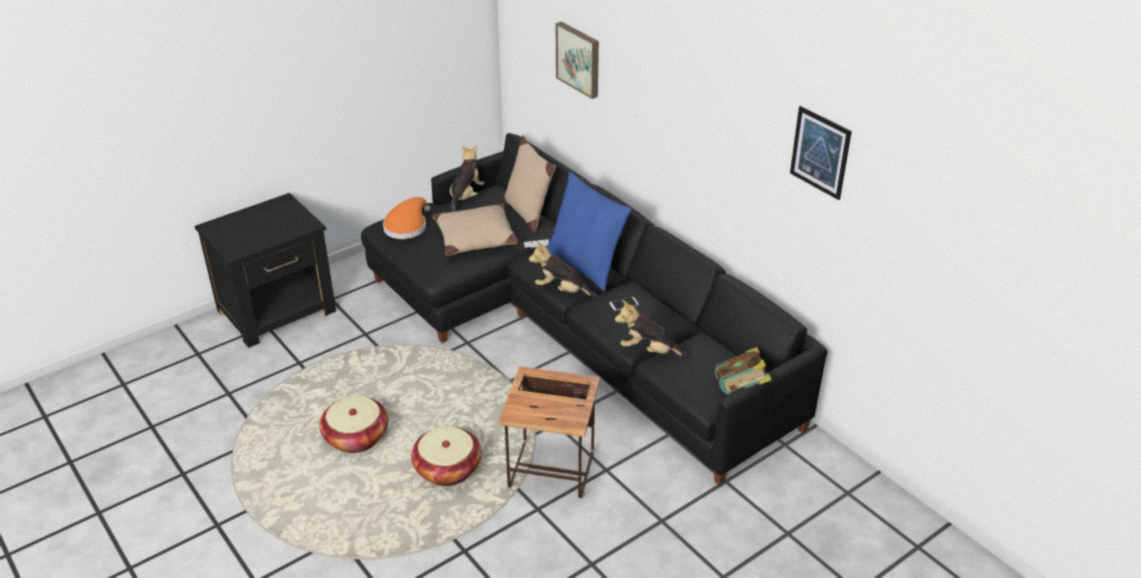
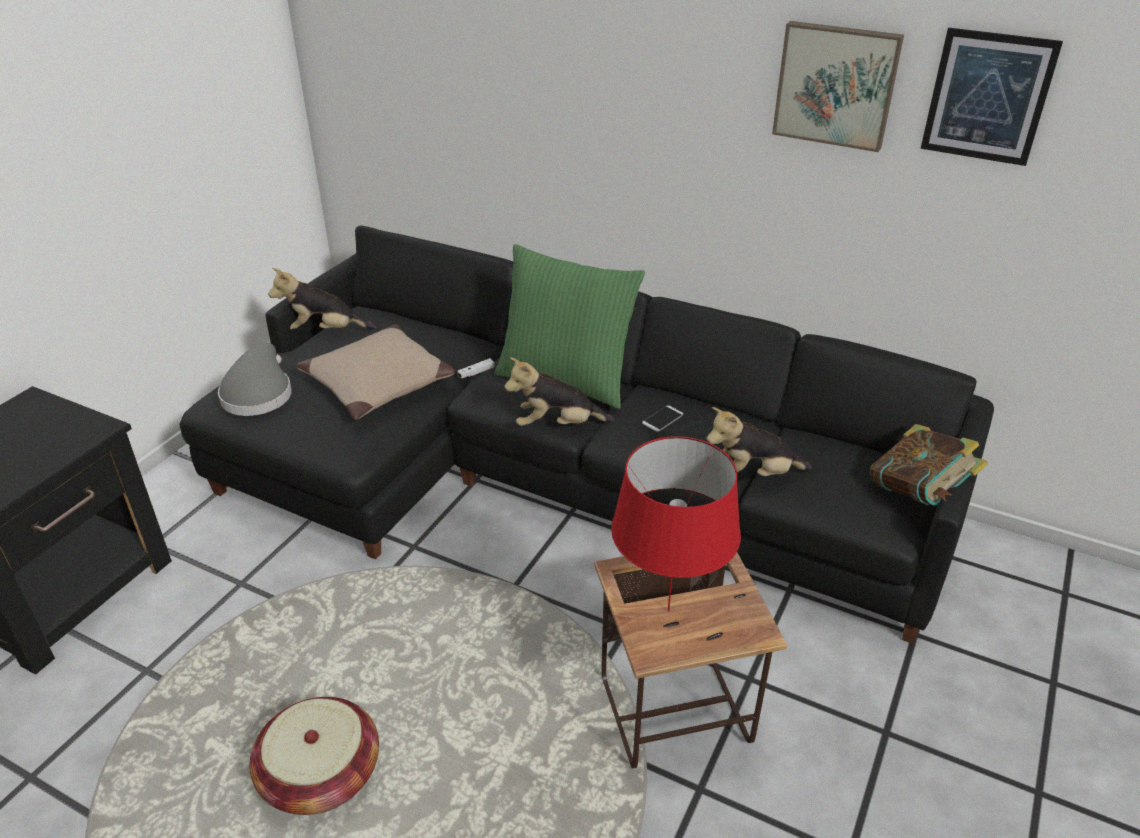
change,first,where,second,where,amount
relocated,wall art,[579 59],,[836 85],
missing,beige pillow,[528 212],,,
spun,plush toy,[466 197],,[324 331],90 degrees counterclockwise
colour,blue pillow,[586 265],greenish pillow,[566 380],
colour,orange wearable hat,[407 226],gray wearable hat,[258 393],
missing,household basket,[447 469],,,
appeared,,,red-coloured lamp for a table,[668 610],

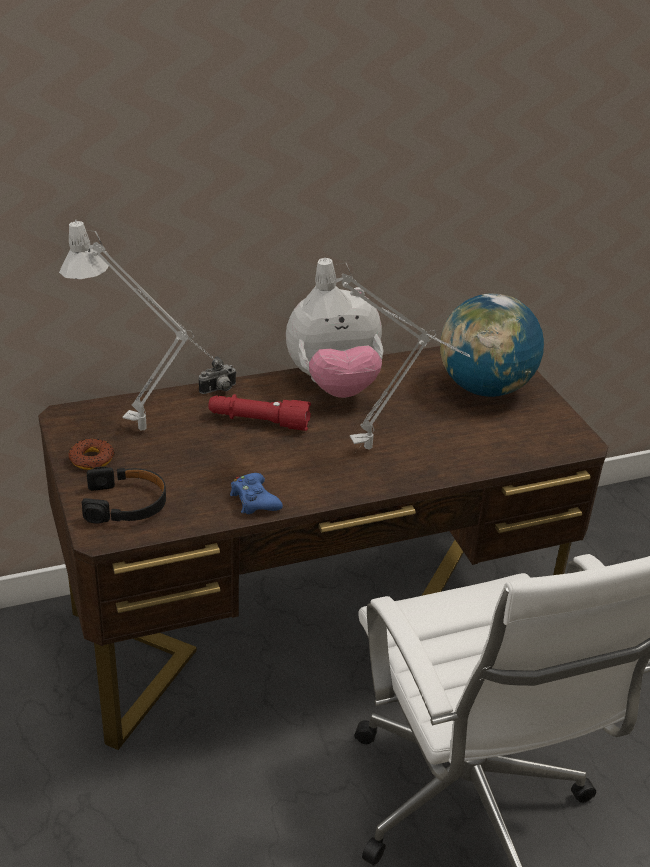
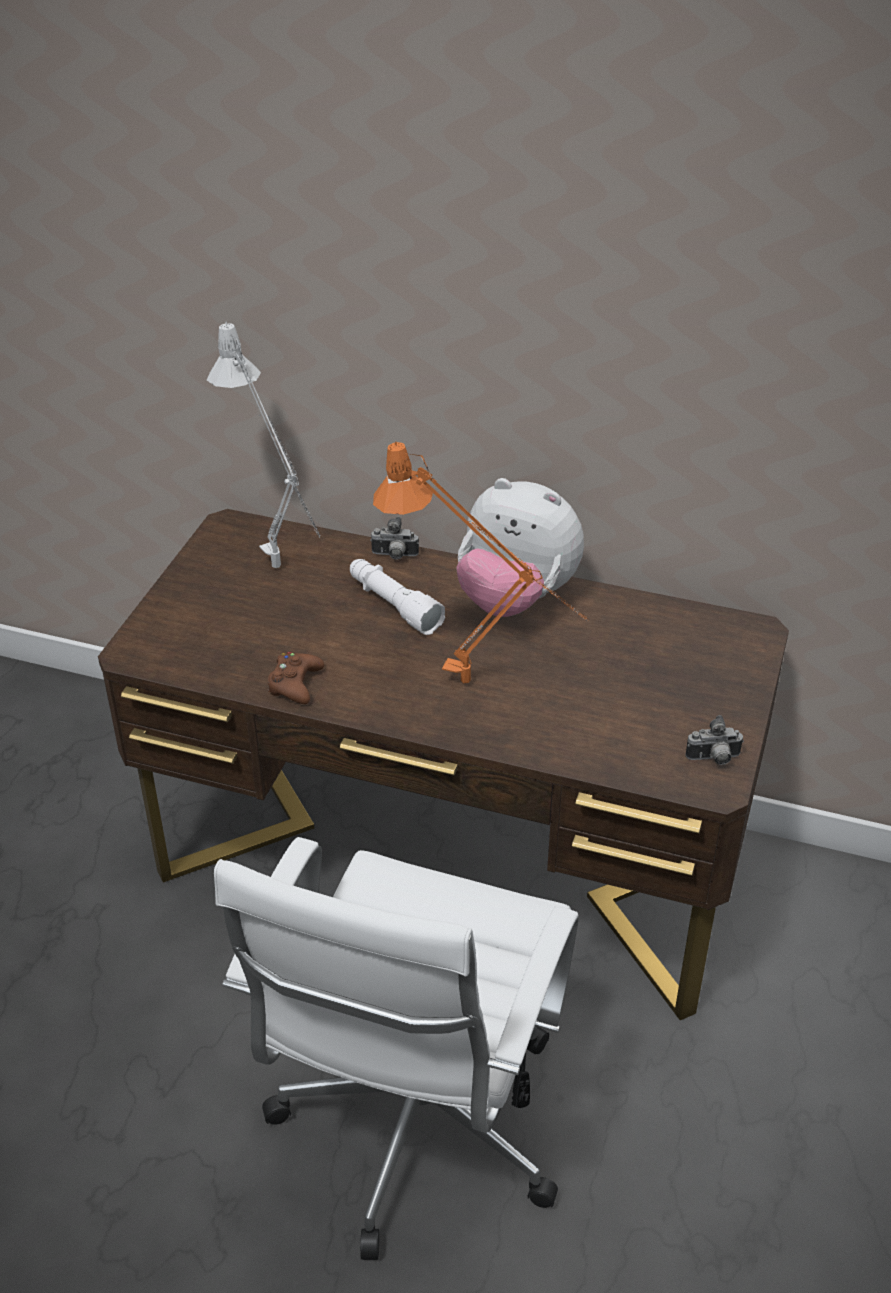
change,first,where,second,where,amount
colour,gray lamp for a table,[378 448],orange lamp for a table,[479 687],
missing,world globe,[484 388],,,
colour,red-coloured flashlight,[258 421],whitish flashlight,[393 605],
missing,ring doughnut,[92 459],,,
missing,blackish headphones,[126 504],,,
colour,blue gamepad,[254 500],brown gamepad,[295 684],
appeared,,,photo camera,[714 759],

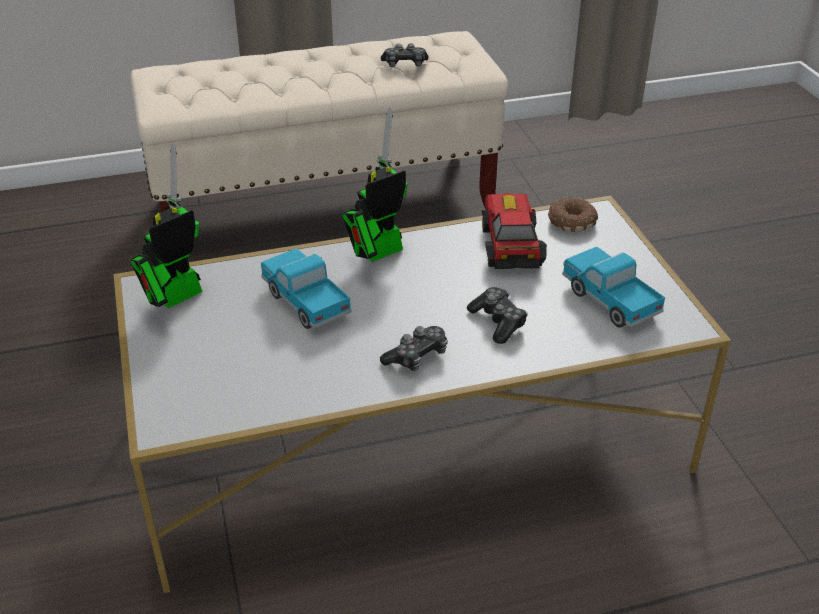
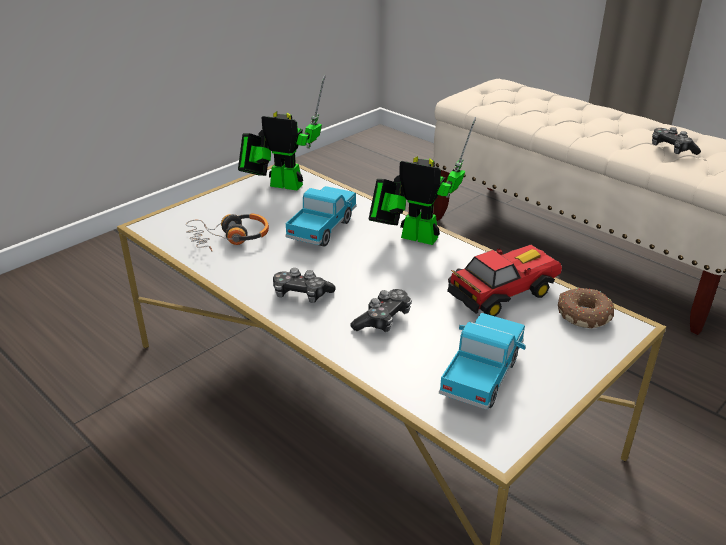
change,first,where,second,where,amount
appeared,,,headphones,[229 239],

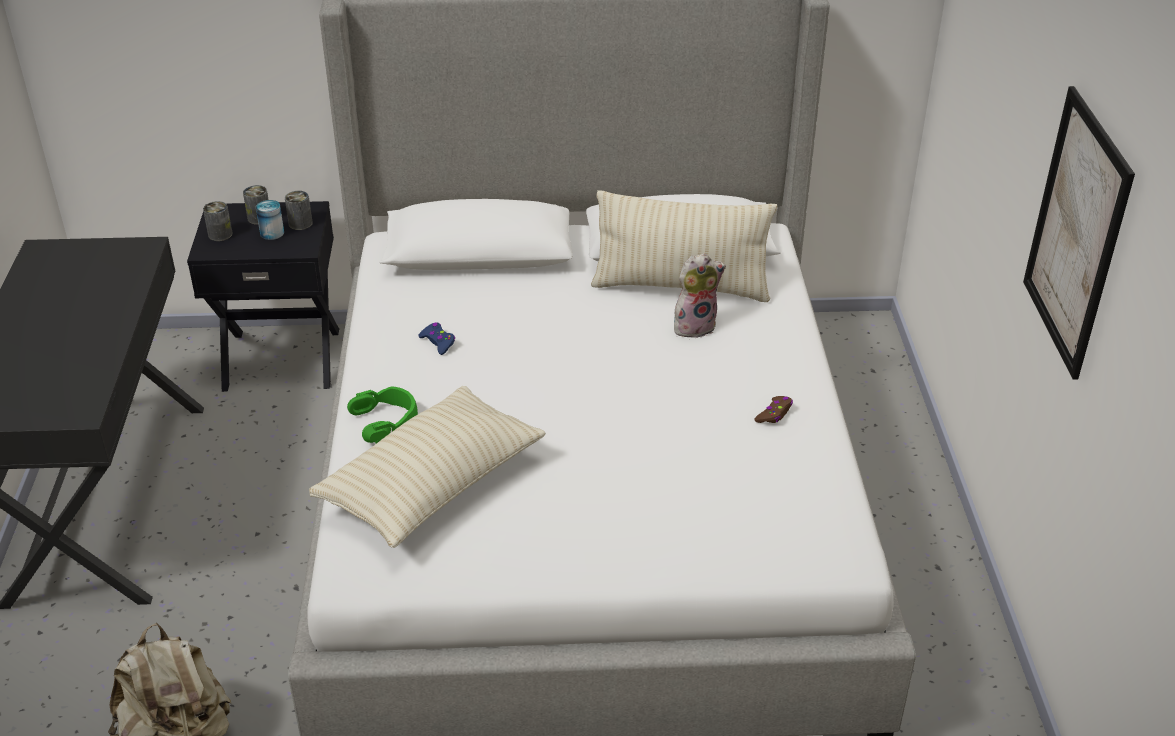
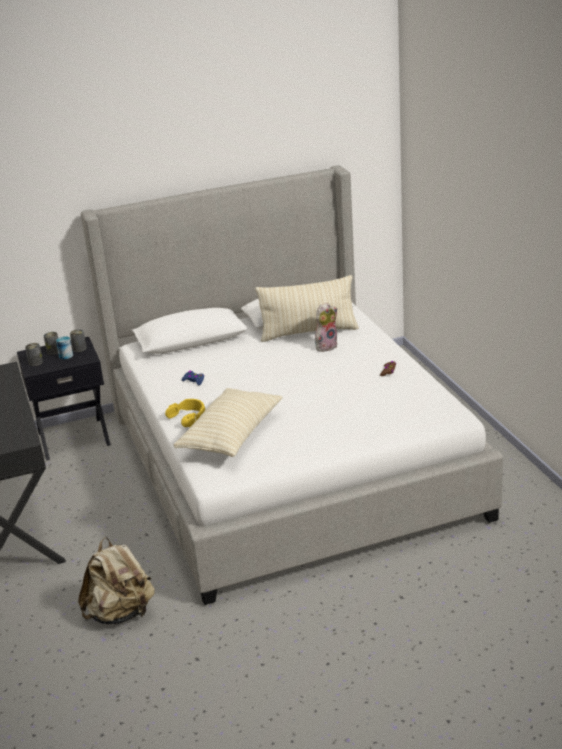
change,first,where,second,where,amount
missing,wall art,[1076 233],,,
colour,greenish headphones,[386 421],yellow headphones,[188 417],

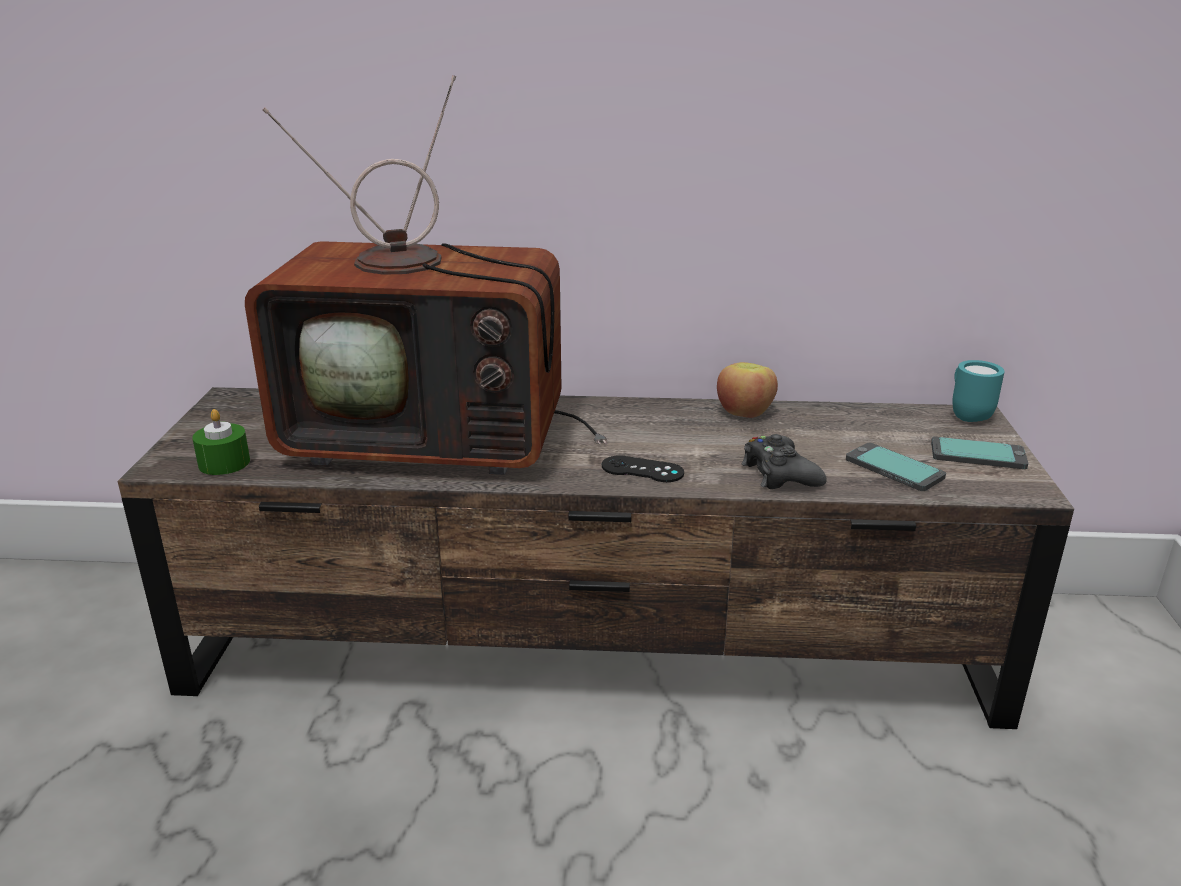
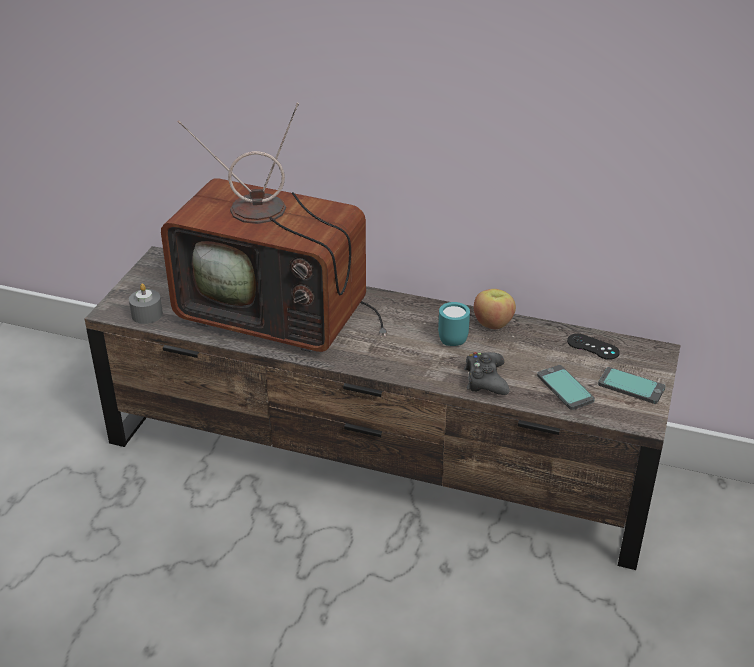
change,first,where,second,where,amount
relocated,blue-green tea mug,[967 415],,[452 339],
colour,greenish candle,[224 463],gray candle,[147 314],
relocated,blackish gamepad,[642 469],,[593 347],

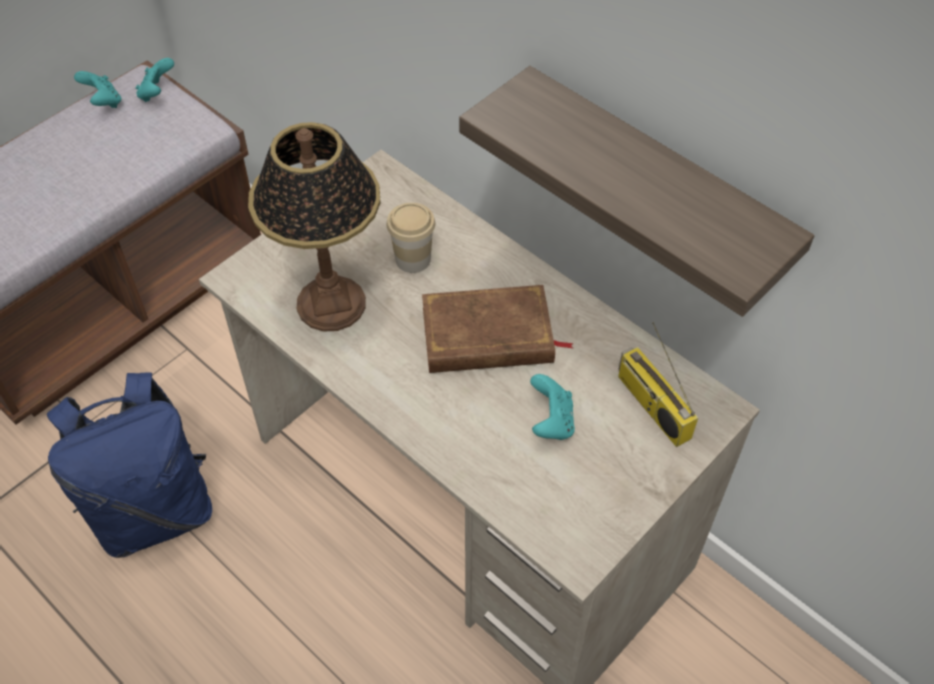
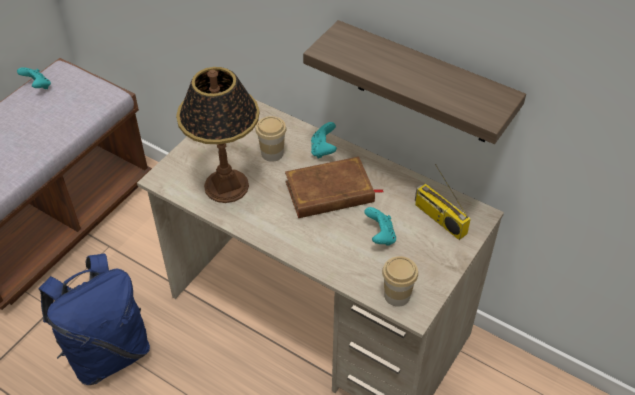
change,first,where,second,where,amount
relocated,blue-green gamepad,[157 93],,[323 150],
appeared,,,cup,[397 295],

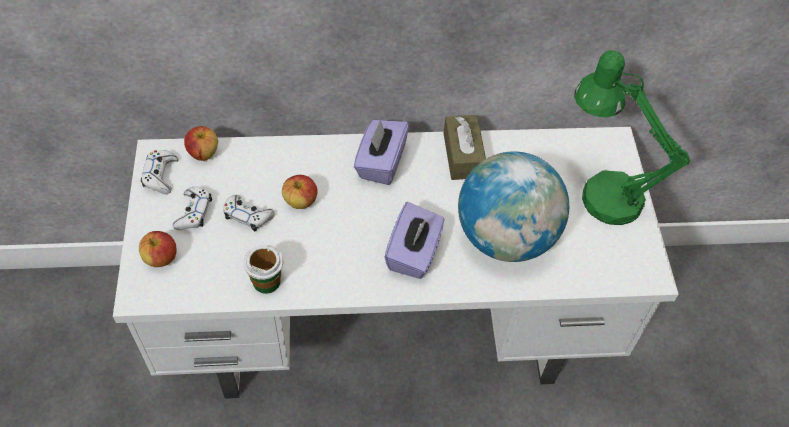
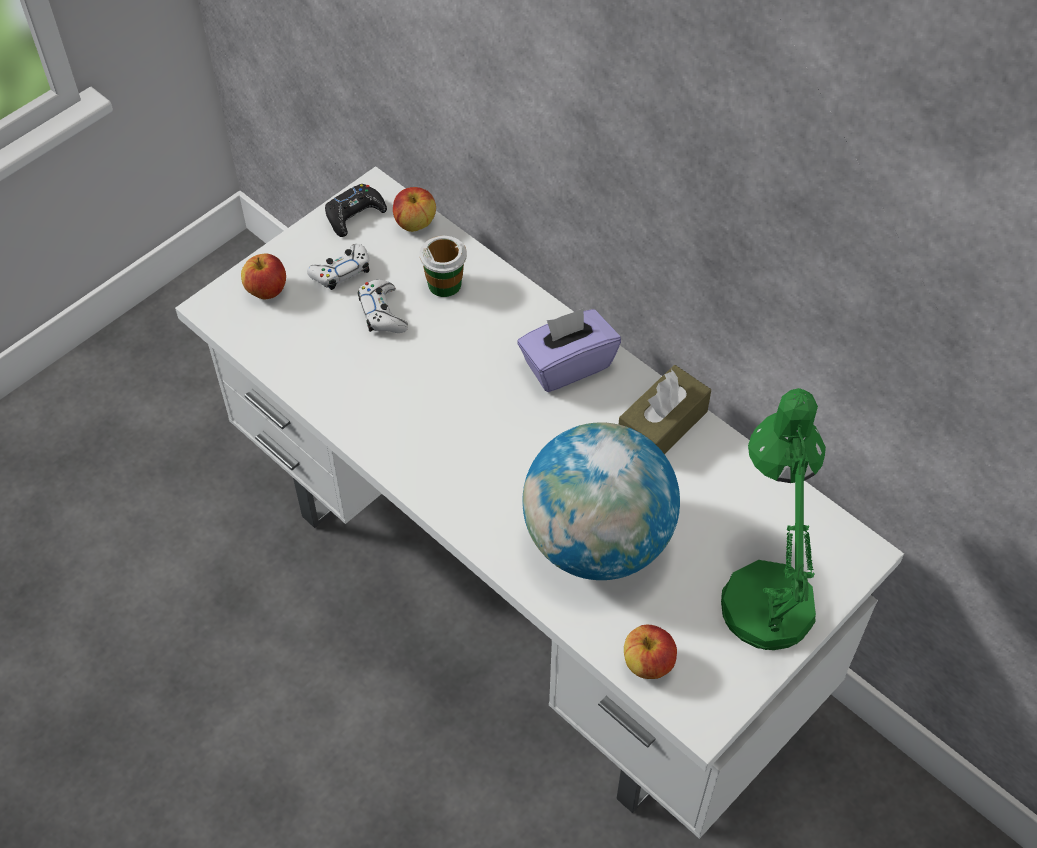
change,first,where,second,where,amount
colour,whitish gamepad,[160 175],blackish gamepad,[354 215],
relocated,apple fruit,[300 201],,[648 664],
missing,purple-coloured box of tissues,[414 253],,,
relocated,cup,[266 281],,[445 284],

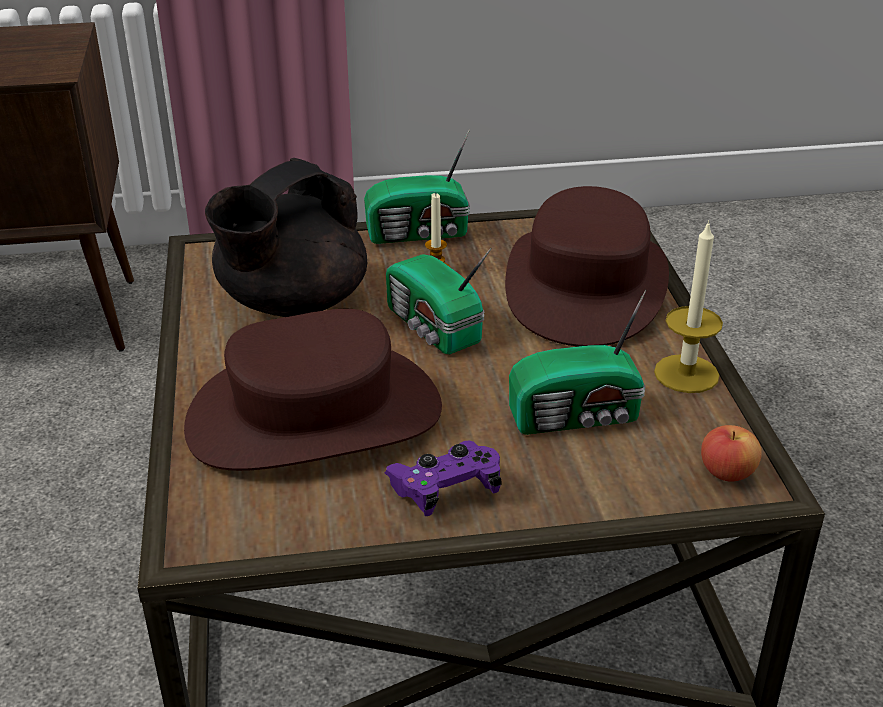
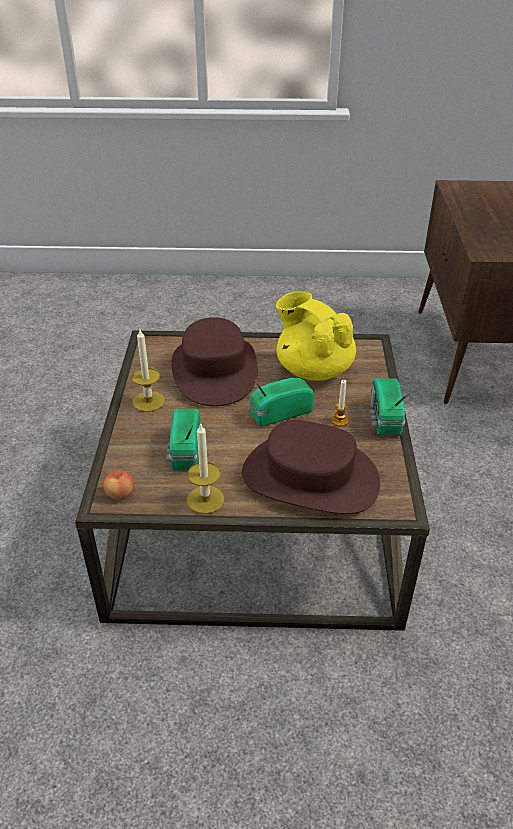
change,first,where,second,where,amount
colour,blackish pot for tea,[291 303],yellow pot for tea,[313 369],
exchanged,purple-coloured gamepad,[445 490],candle,[148 401],

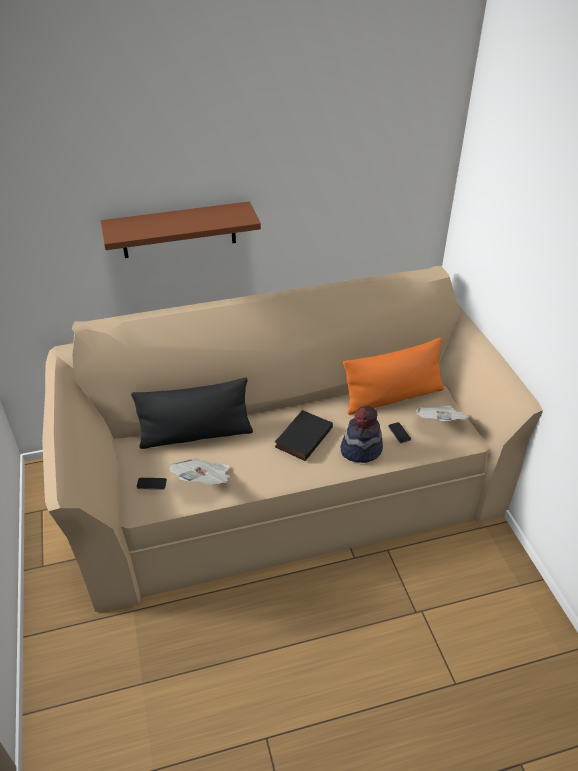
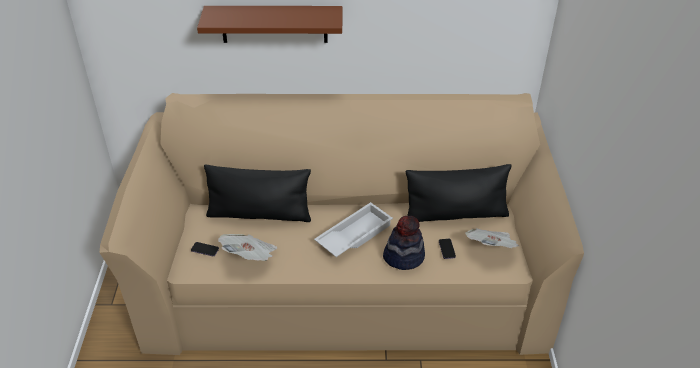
change,first,where,second,where,amount
colour,orange pillow,[393 397],blackish pillow,[455 214],
exchanged,blackish bound book,[302 437],whitish tray,[353 234],

